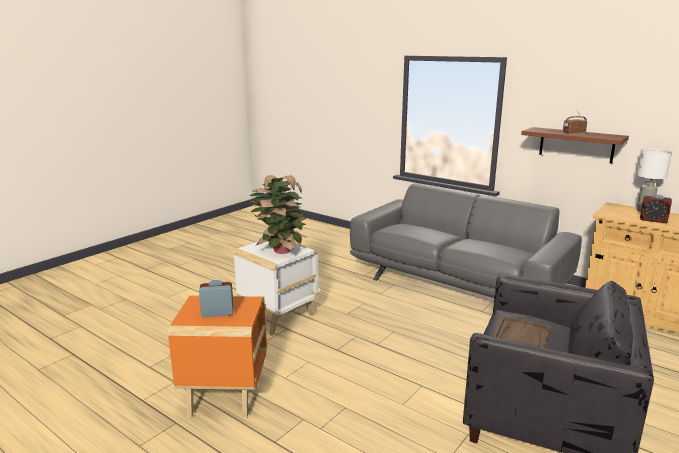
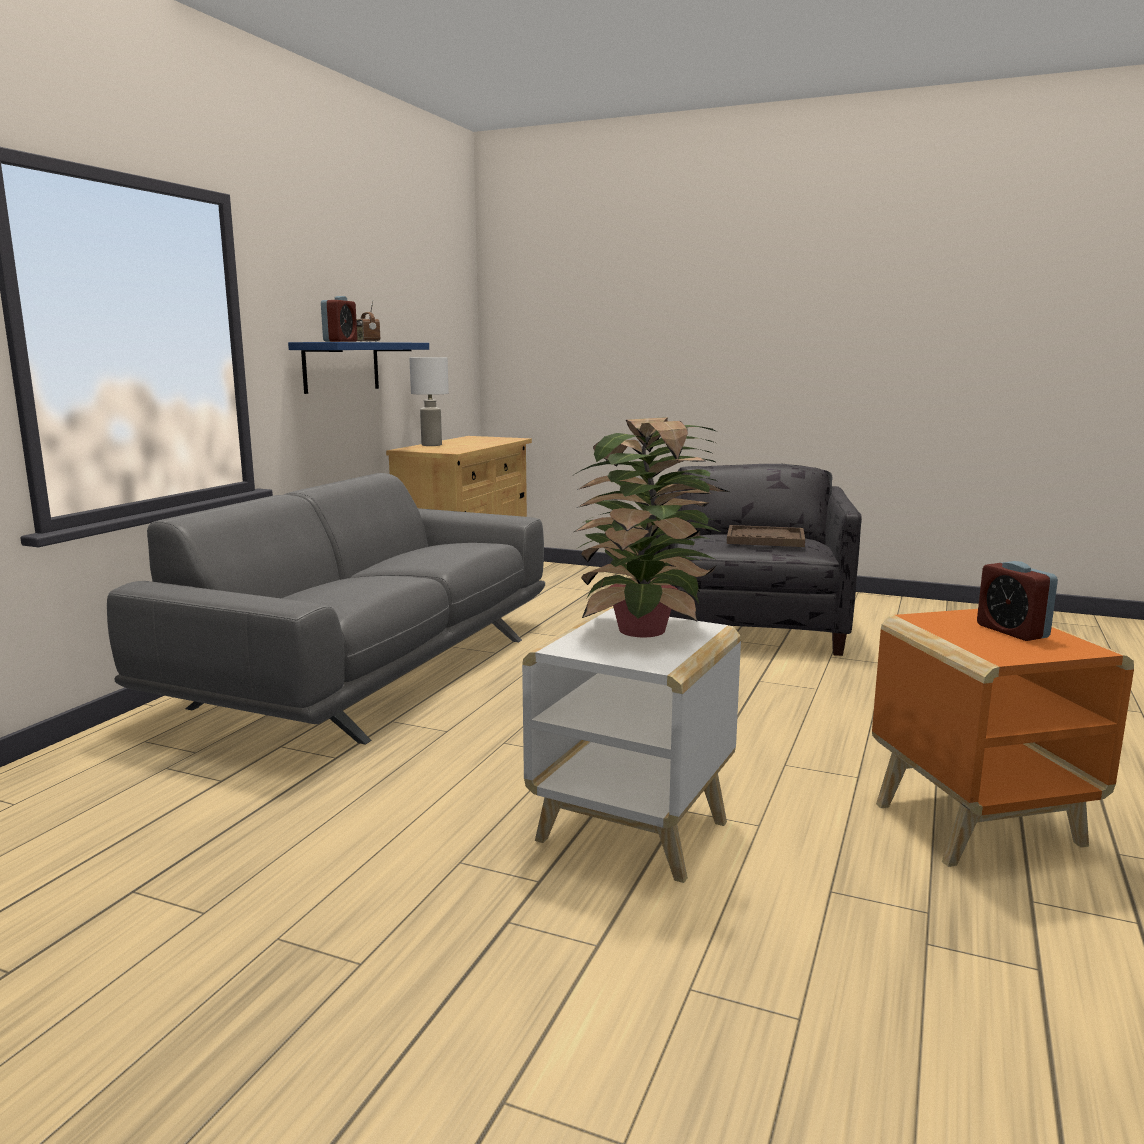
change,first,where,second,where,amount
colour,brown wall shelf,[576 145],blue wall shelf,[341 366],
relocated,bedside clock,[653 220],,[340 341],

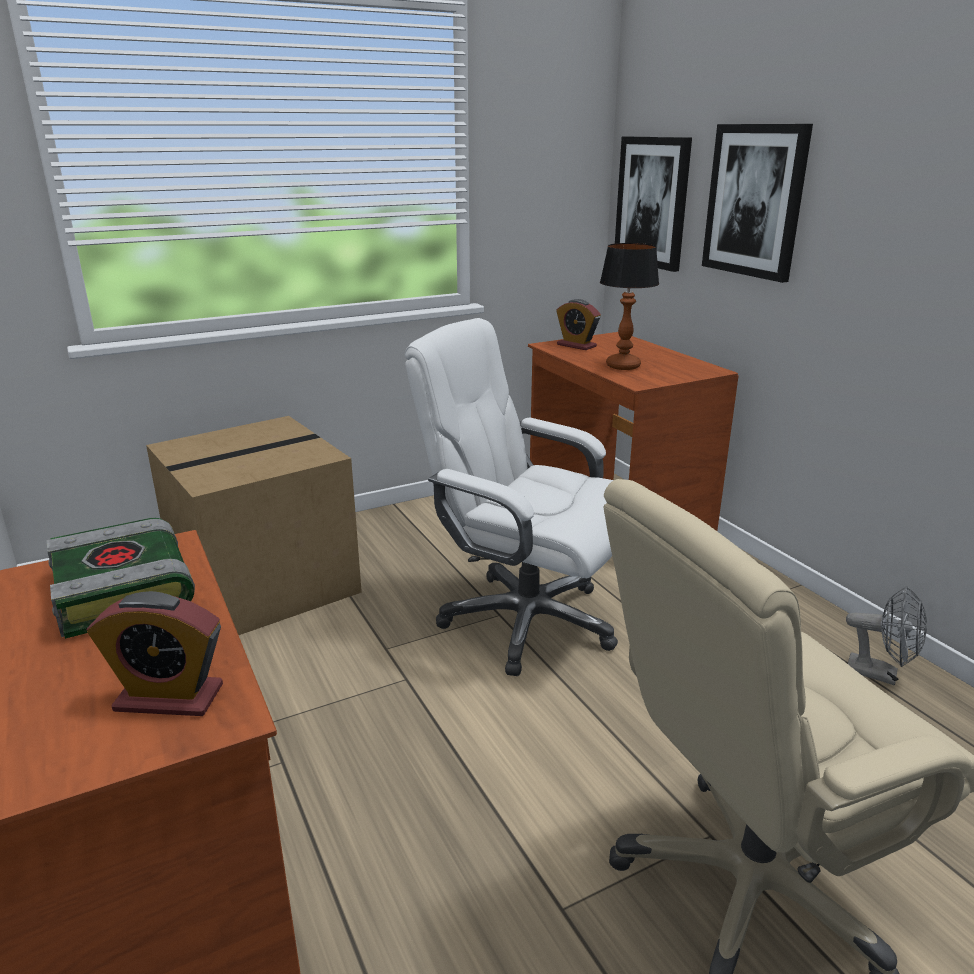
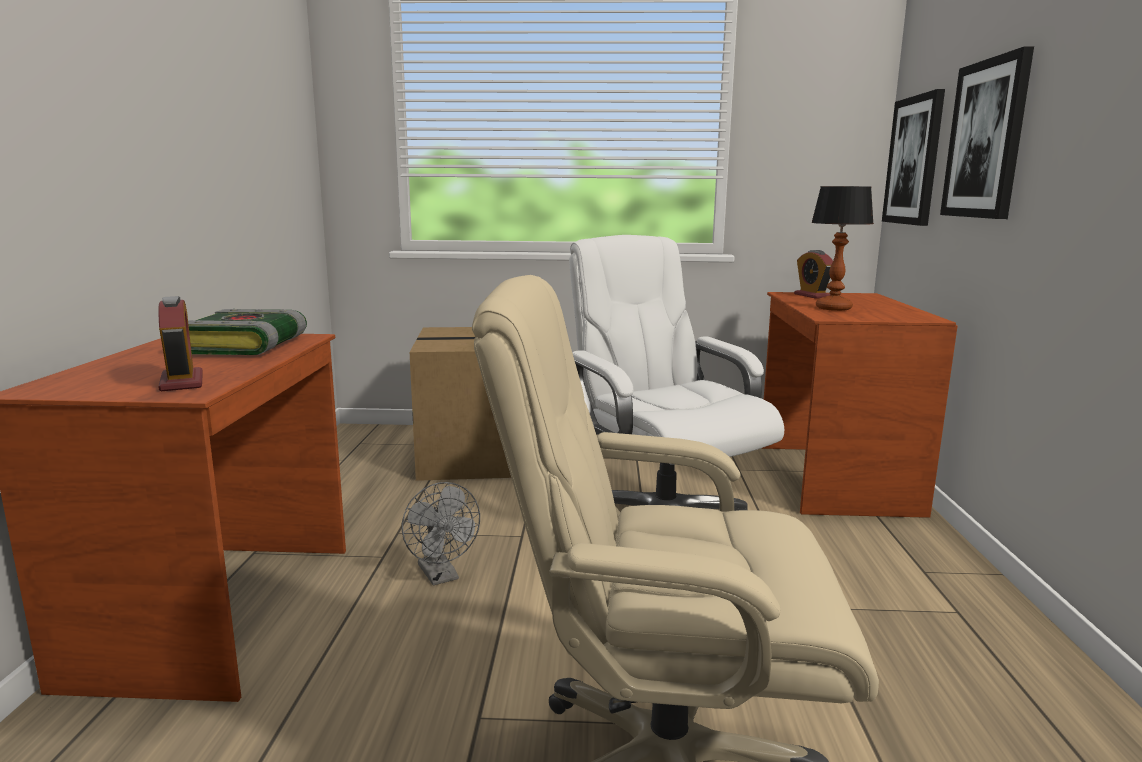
change,first,where,second,where,amount
relocated,gray fan,[880 674],,[441 576],
spun,bedside clock,[169 698],,[182 382],150 degrees counterclockwise

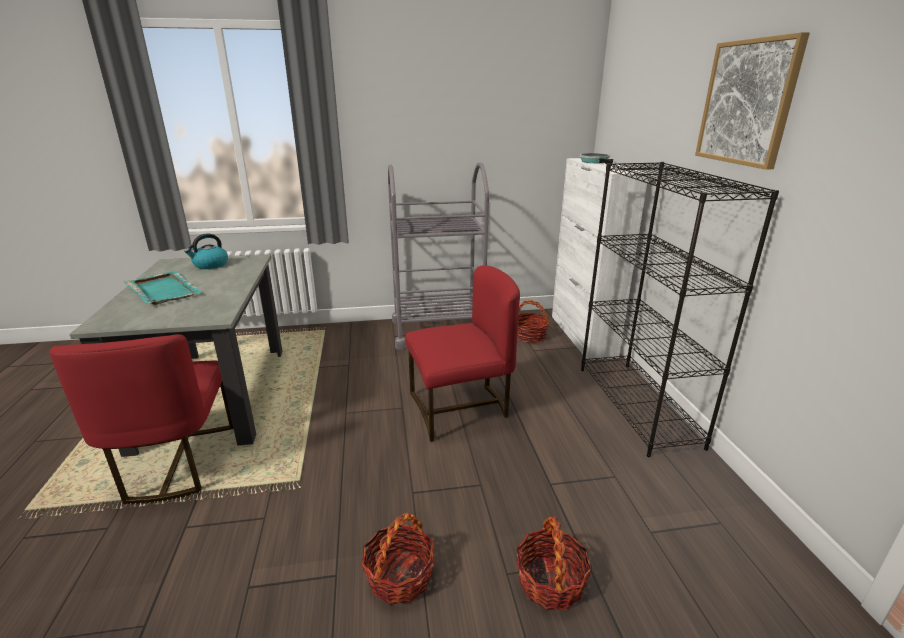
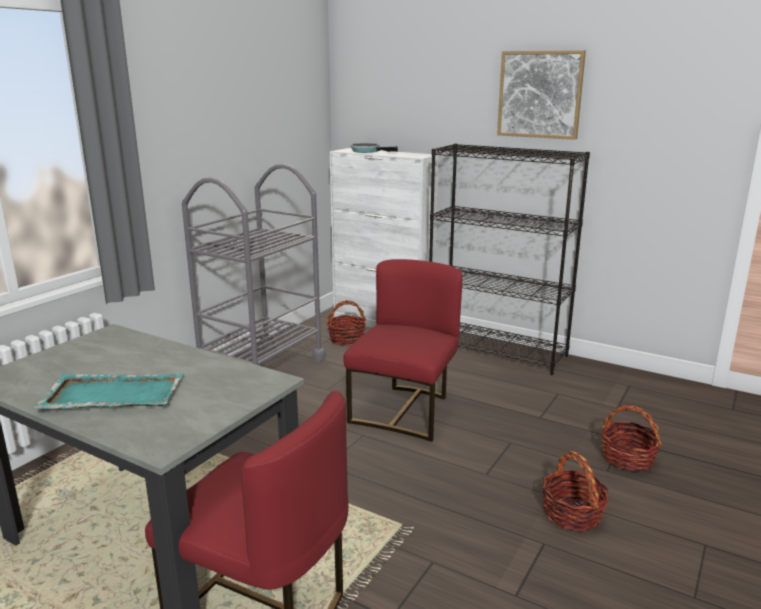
change,first,where,second,where,amount
missing,water kettle,[210 265],,,

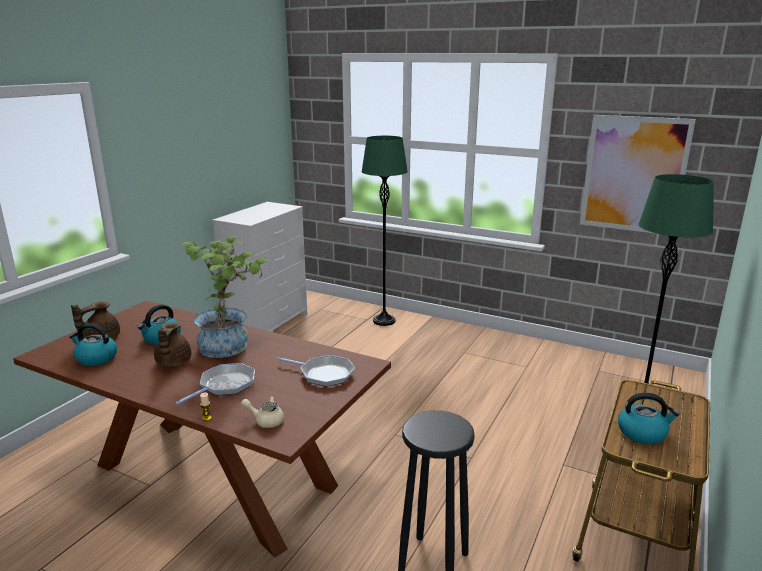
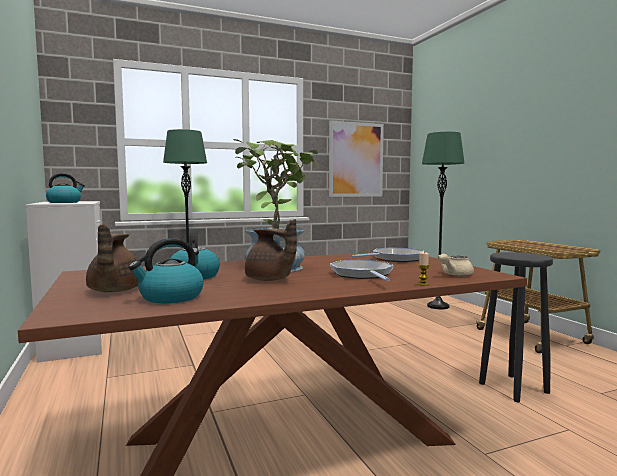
change,first,where,second,where,amount
relocated,water kettle,[642 433],,[64 202],

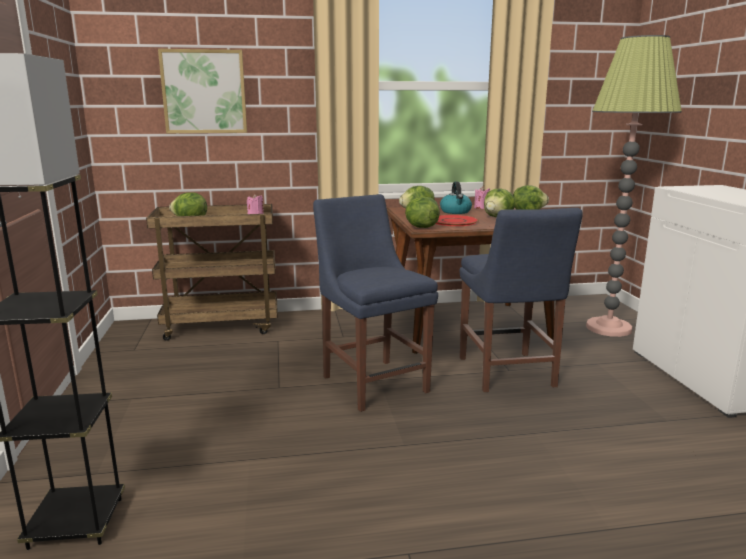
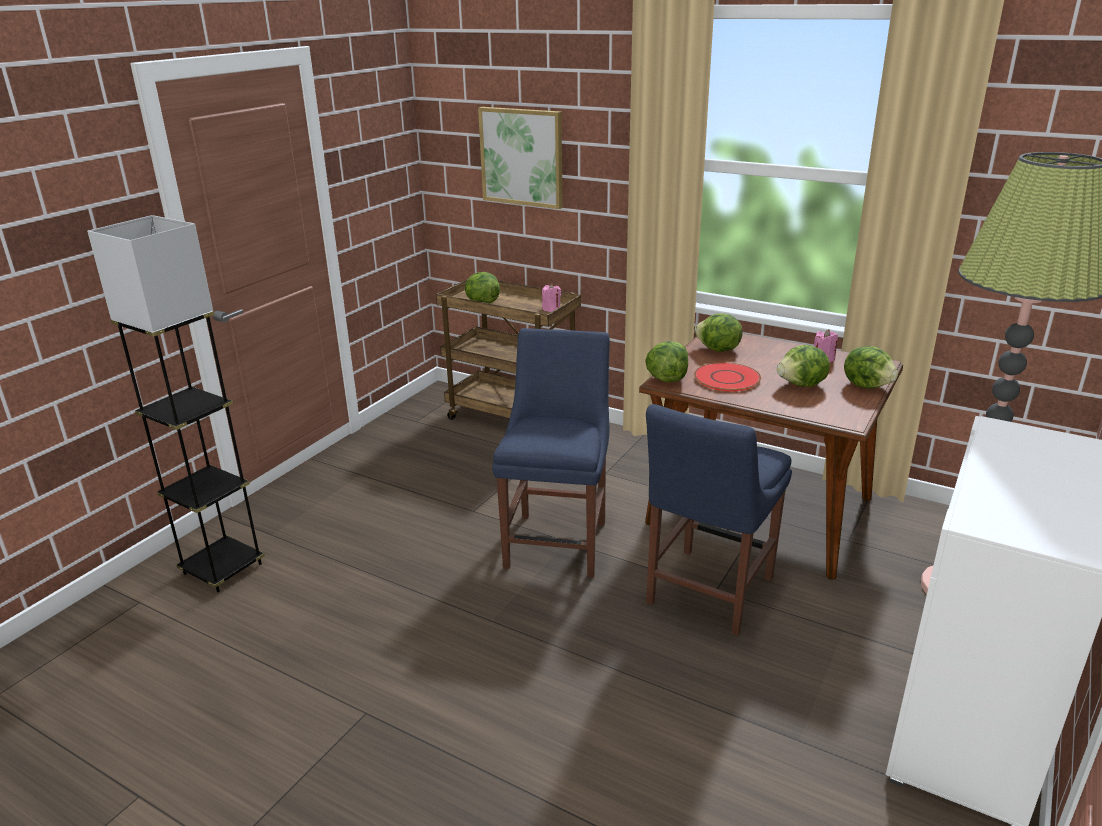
change,first,where,second,where,amount
missing,water kettle,[456 212],,,

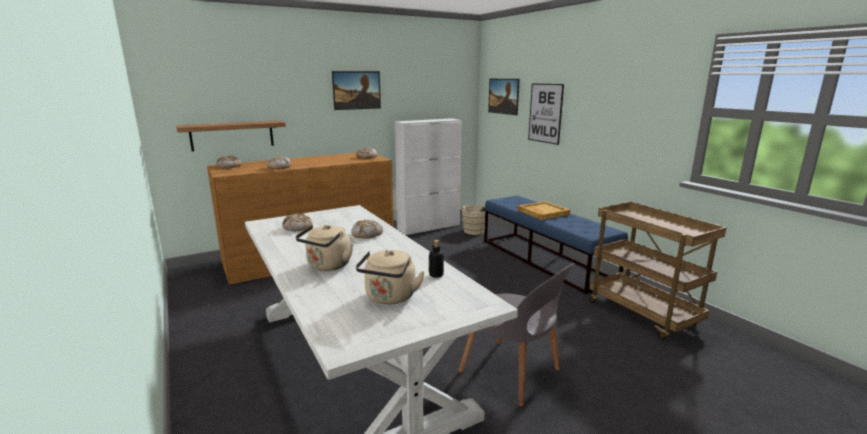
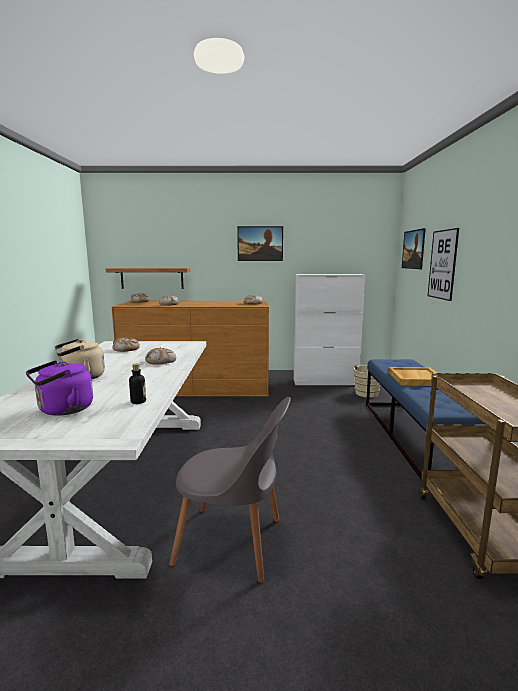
change,first,where,second,where,amount
colour,beige water kettle,[389 298],purple-coloured water kettle,[63 410],
spun,gray upright chair,[513 373],,[234 542],60 degrees counterclockwise

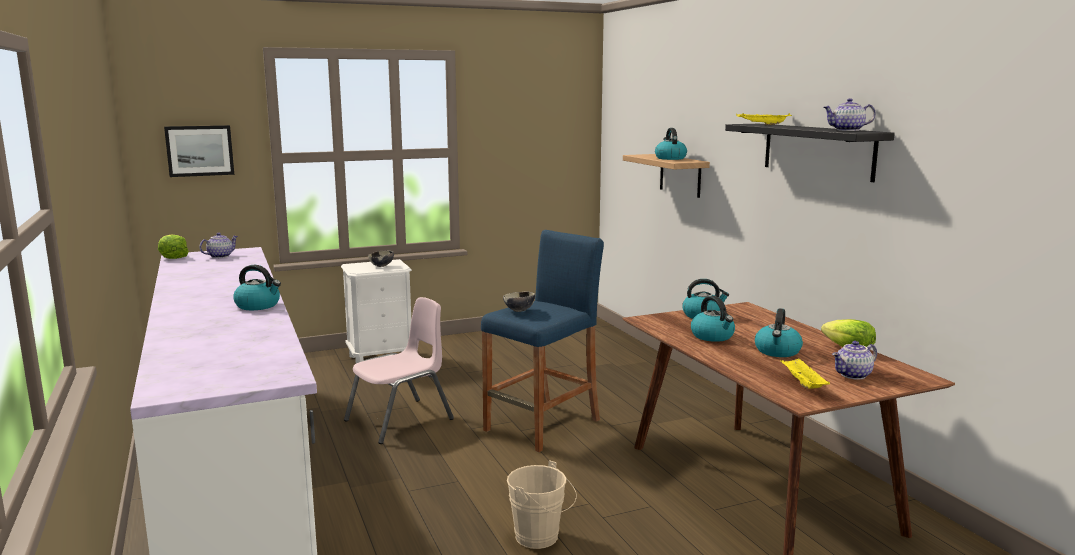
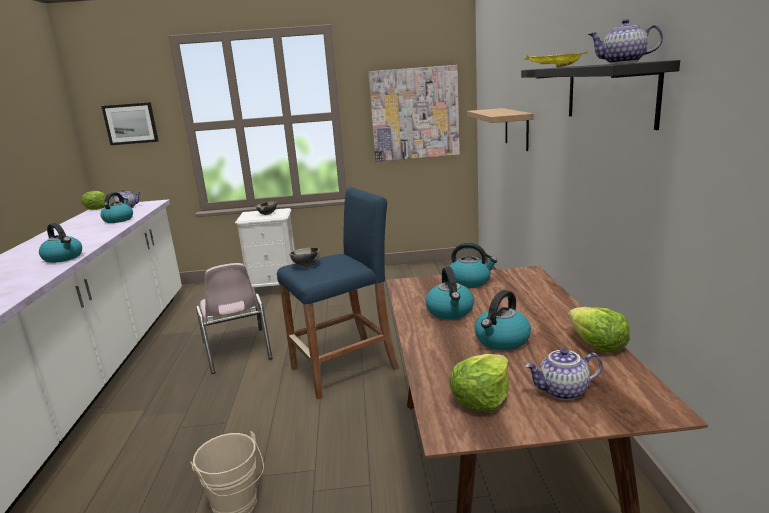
change,first,where,second,where,amount
relocated,water kettle,[670 158],,[118 220],
spun,pinkish upright chair,[400 420],,[237 350],90 degrees clockwise
exchanged,yellow tray,[802 383],lettuce head,[482 398],
appeared,,,wall art,[414 113],

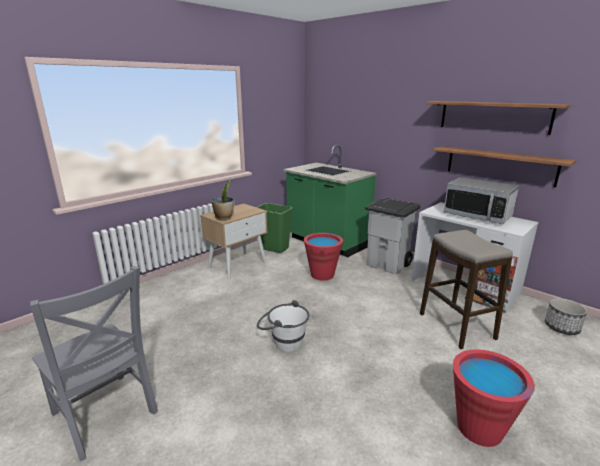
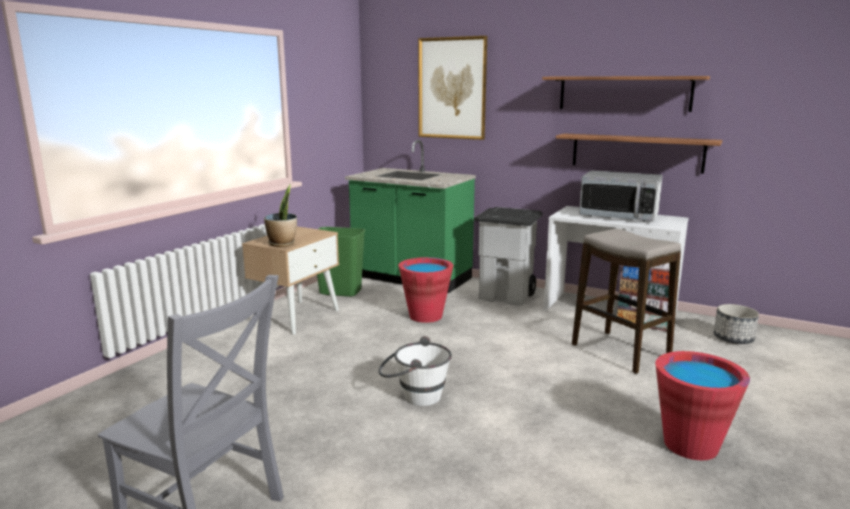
change,first,where,second,where,amount
appeared,,,wall art,[452 88],

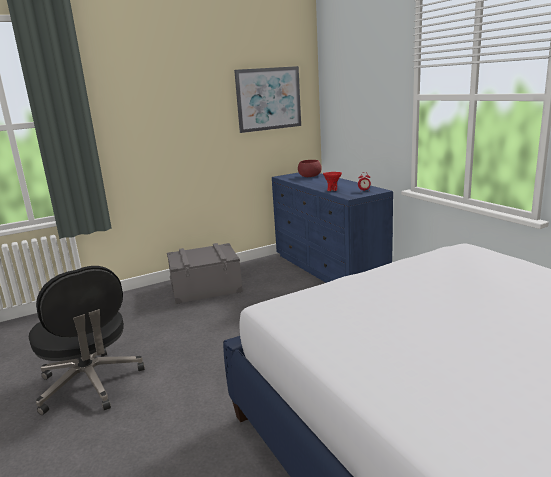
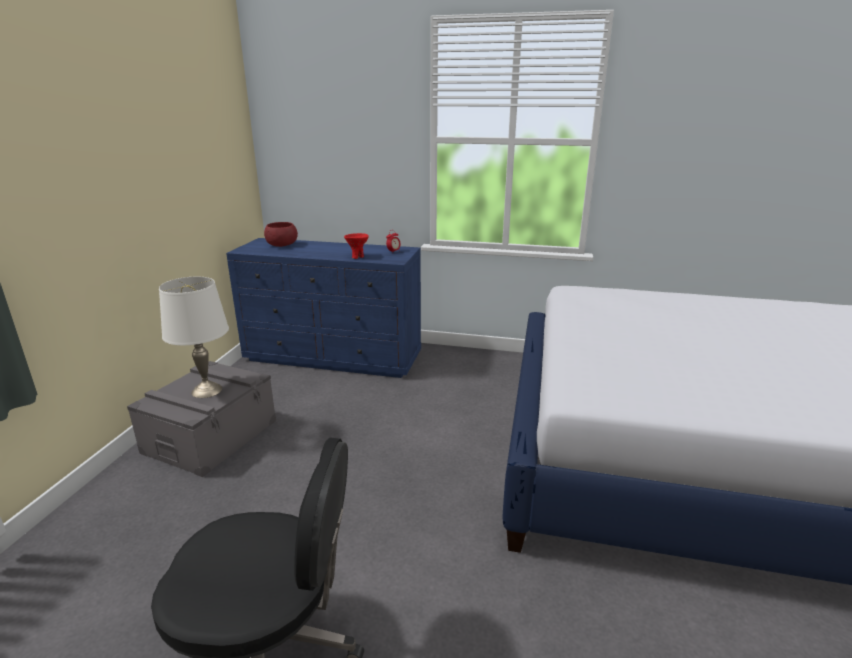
change,first,where,second,where,amount
missing,wall art,[268 99],,,
appeared,,,whitish lamp for a table,[206 390],

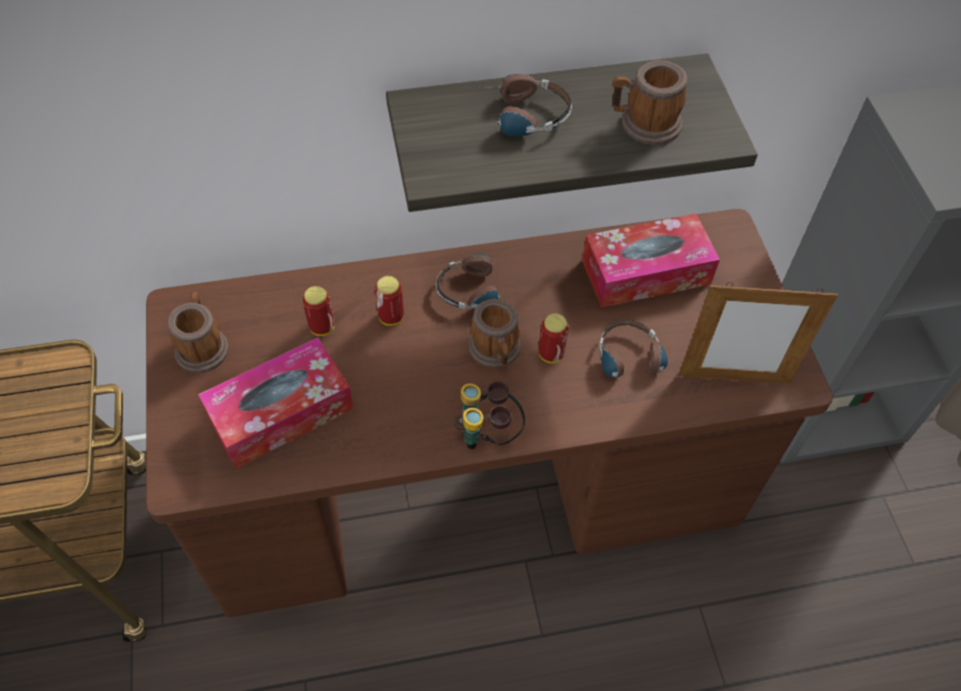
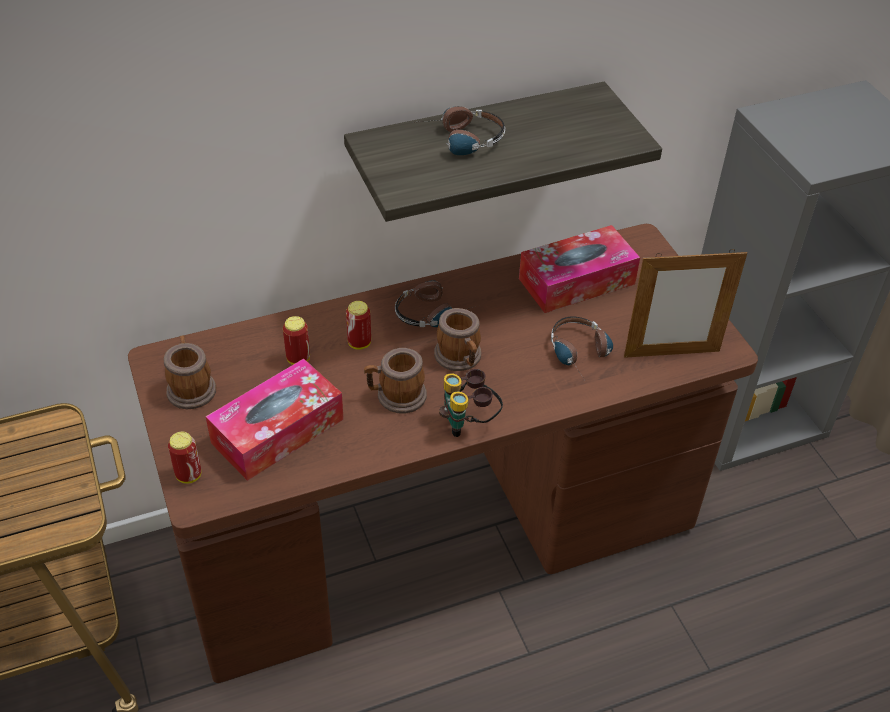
change,first,where,second,where,amount
relocated,tea mug,[643 124],,[396 396],
relocated,metal can,[551 354],,[188 475],

